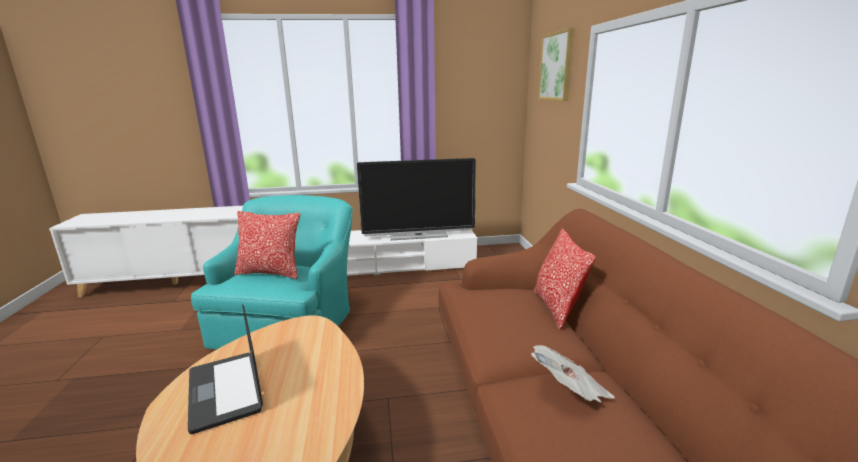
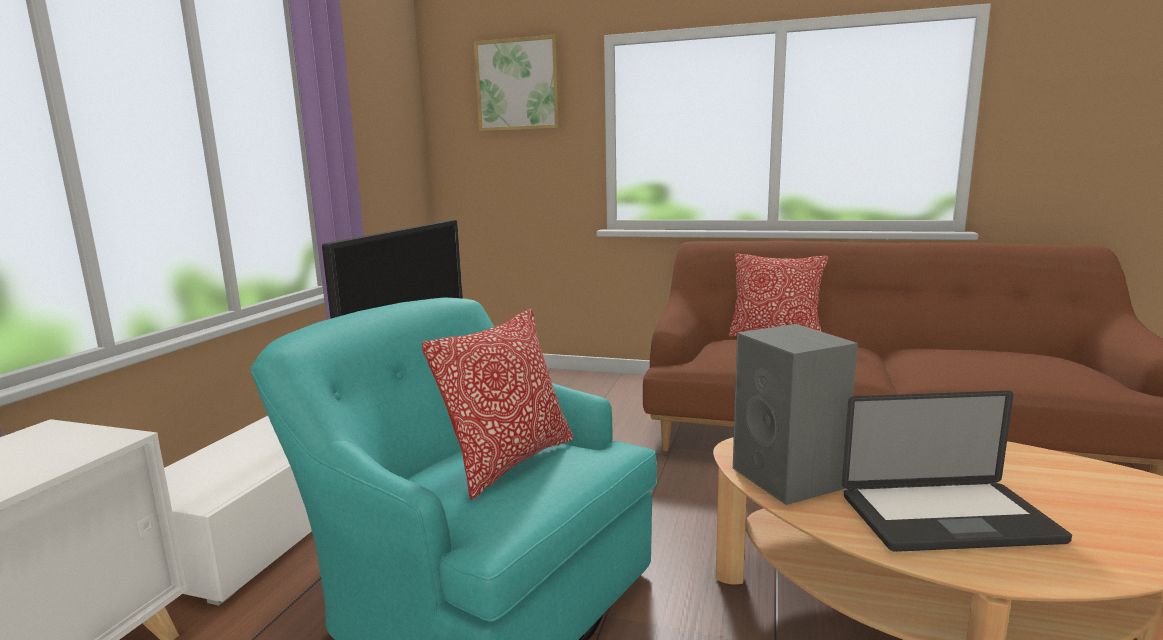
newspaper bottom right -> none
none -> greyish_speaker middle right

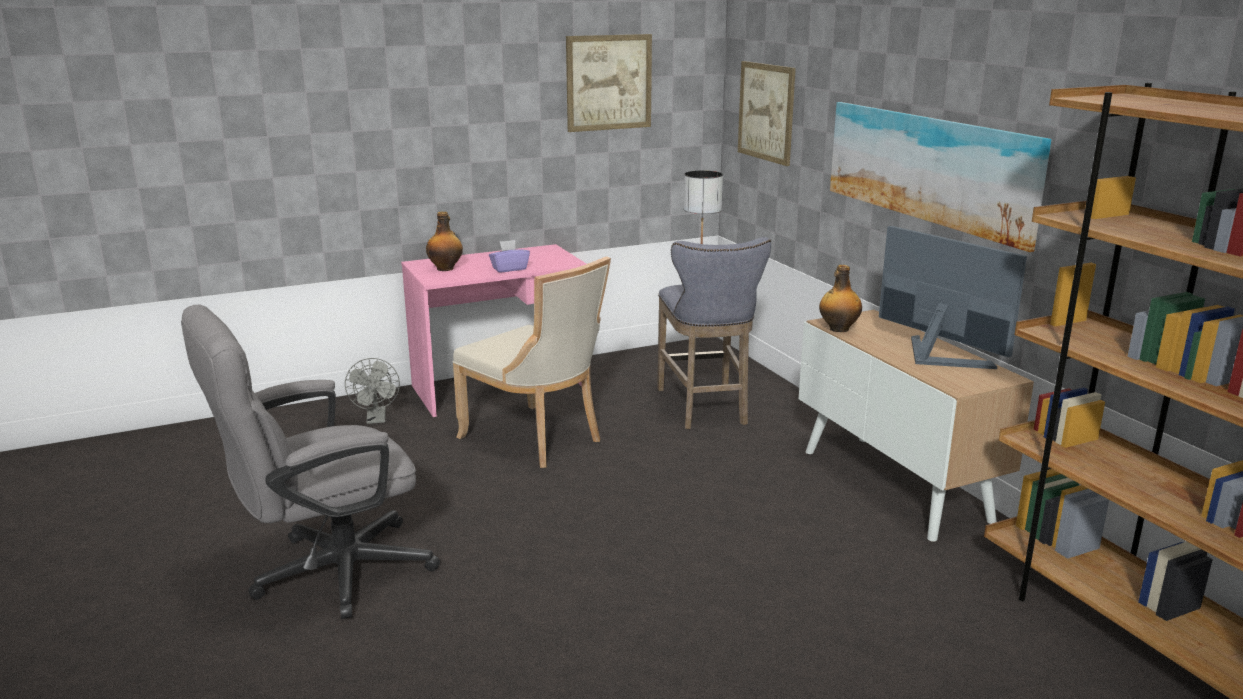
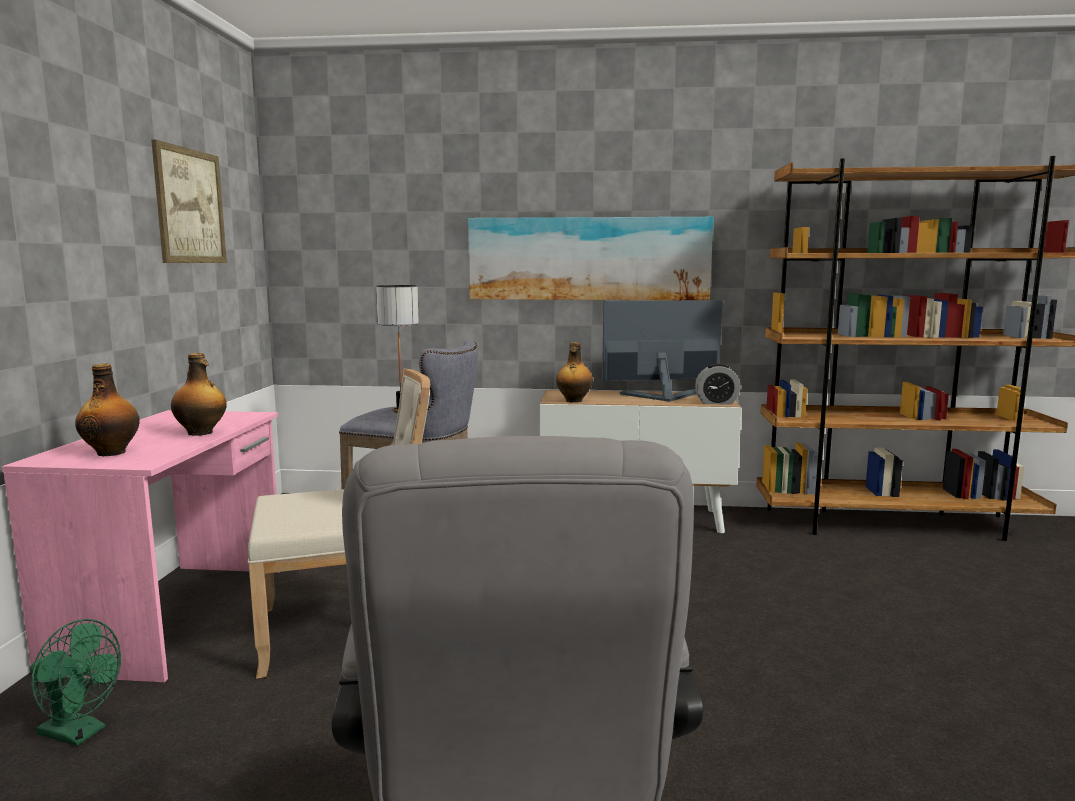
greyish_fan middle left -> greenish_fan bottom left
purple_tissue_holder centre -> bottle (2nd from left) middle left
wall_picture (2nd from left) top centre -> none
none -> alarm_clock middle right

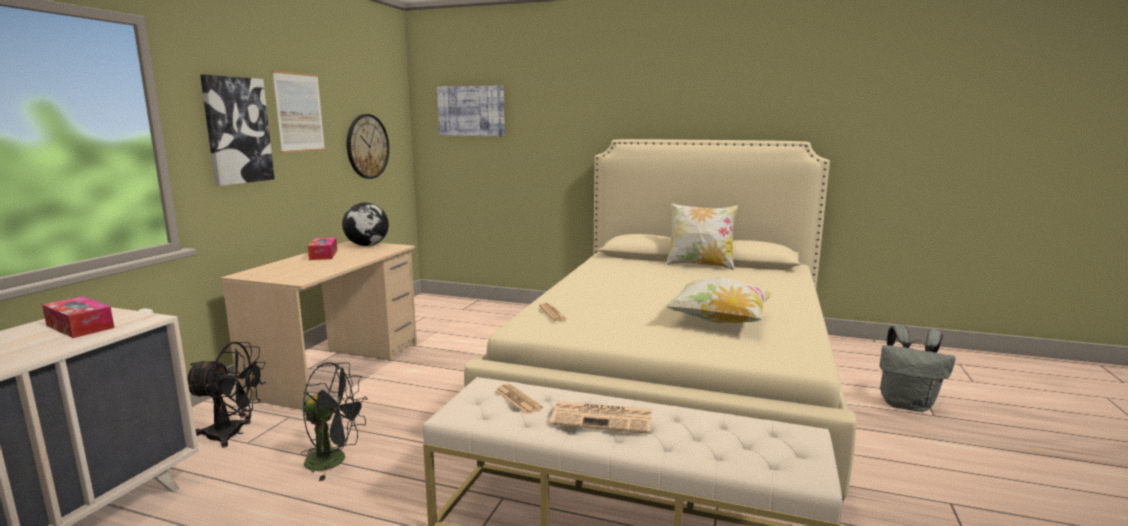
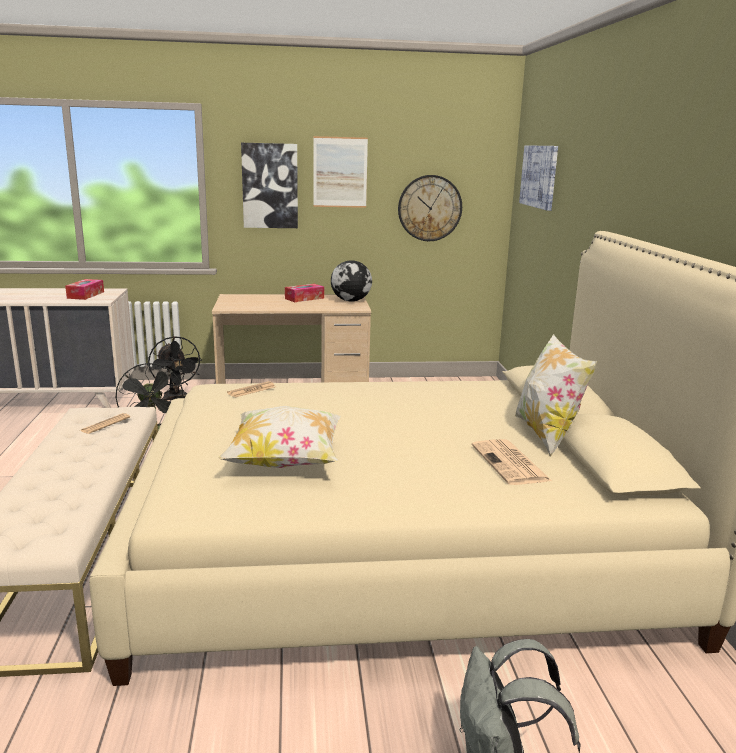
newspaper (3rd from left) bottom centre -> newspaper (3rd from left) middle right, move

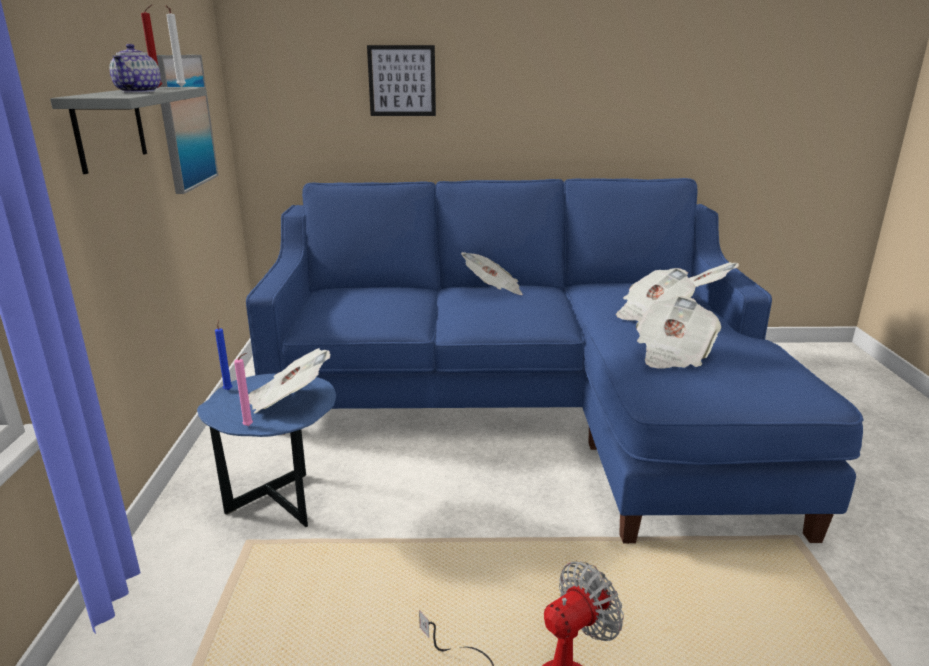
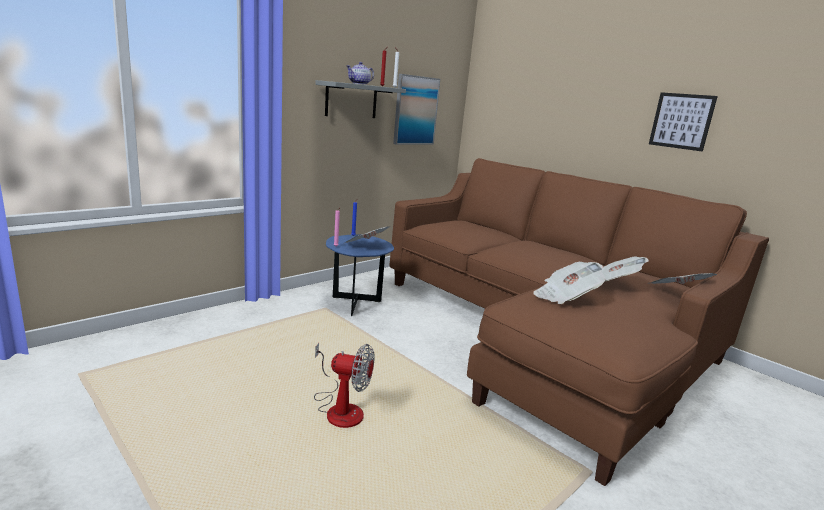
bluish_couch centre -> brown_couch middle right
wall_picture (2nd from left) top centre -> wall_picture (2nd from left) top right, move
newspaper (2nd from left) centre -> none

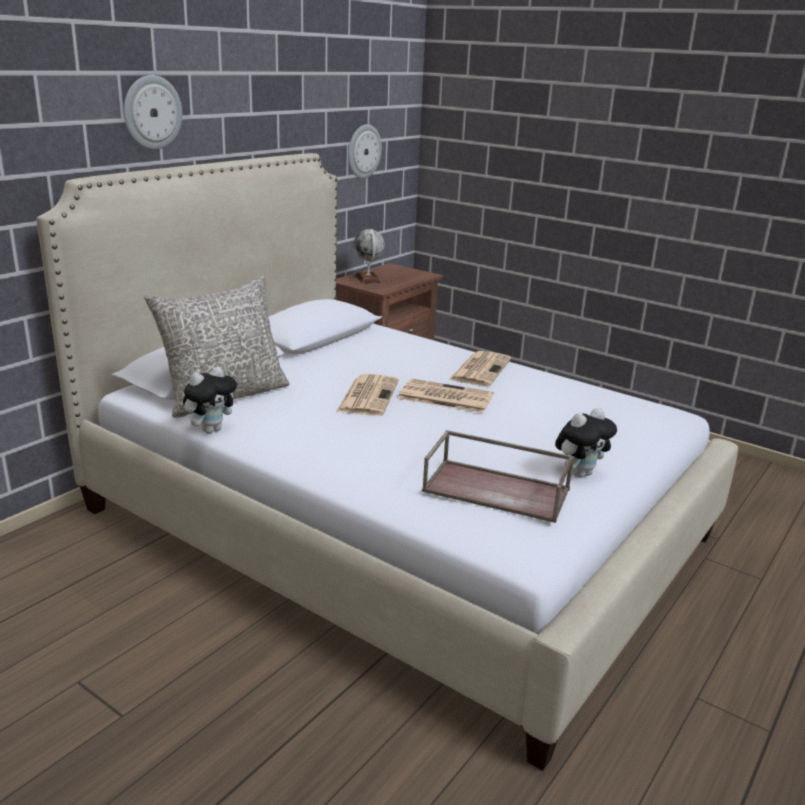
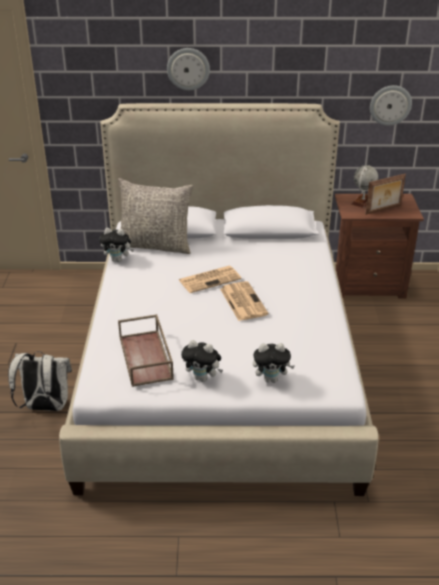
newspaper (3rd from left) centre -> none
none -> white_rucksack middle left
none -> cuddly_toy (3rd from left) centre
none -> picture_frame top right

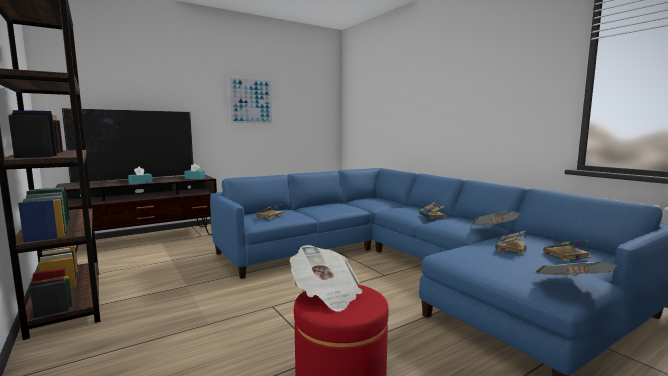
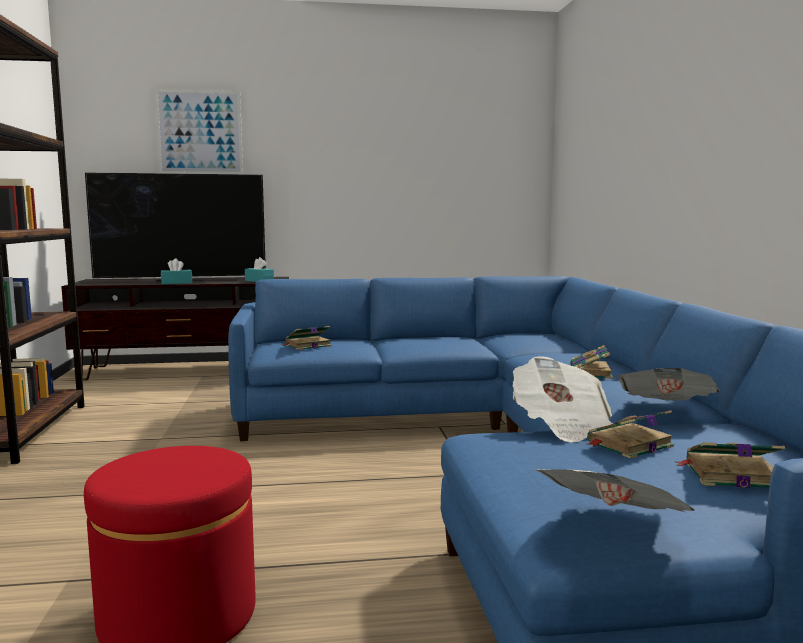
wall_picture top centre -> wall_picture top left, move
newspaper (1st from left) bottom centre -> newspaper (1st from left) middle right, move

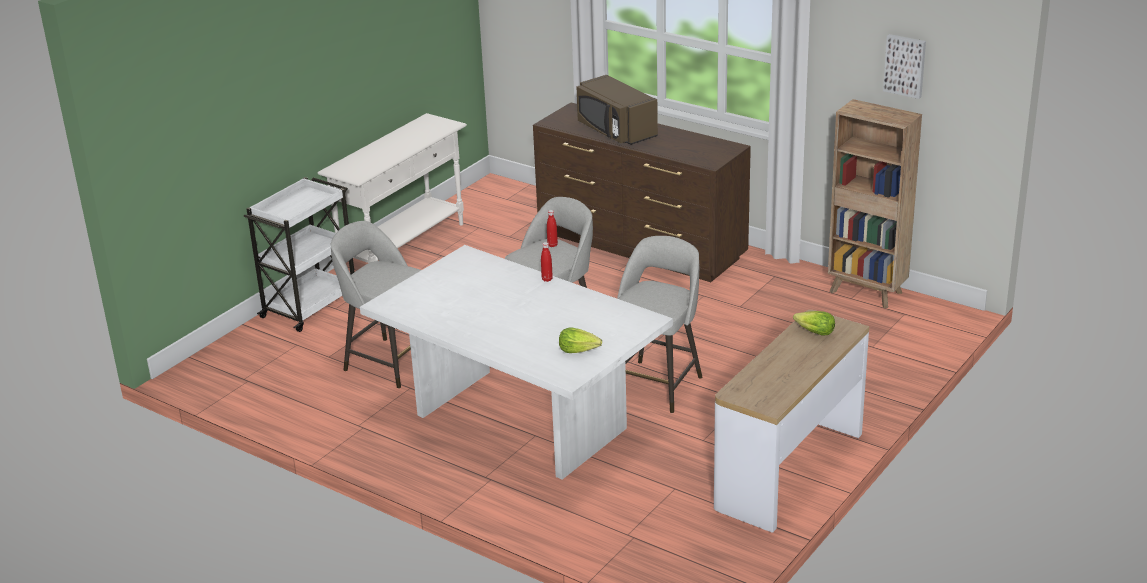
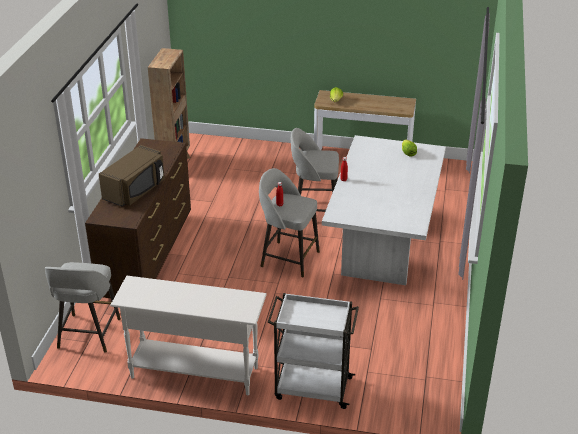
greyish_sitting_stool (1st from left) middle left -> greyish_sitting_stool (1st from left) bottom left, move
wall_picture top right -> none

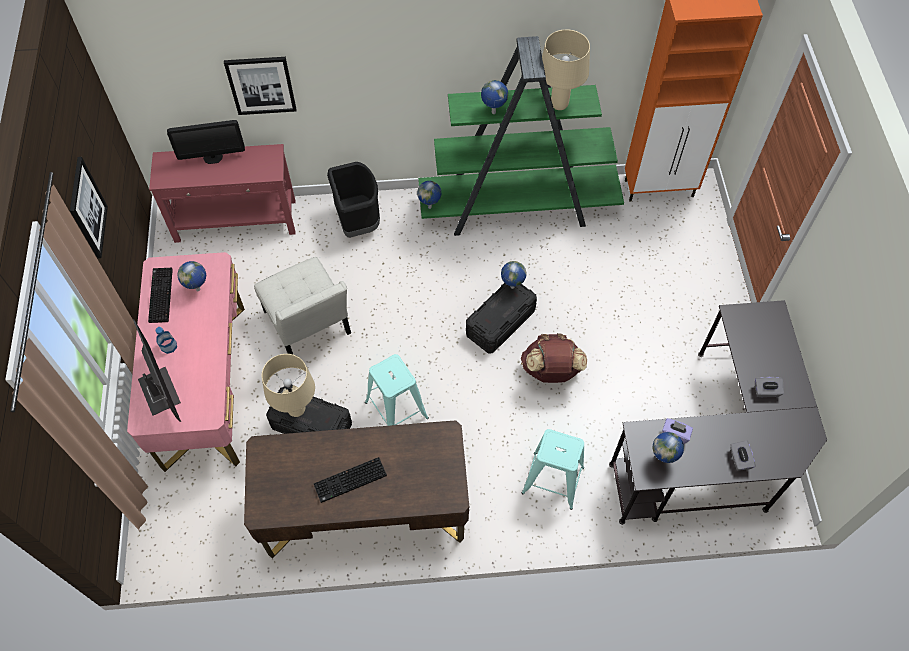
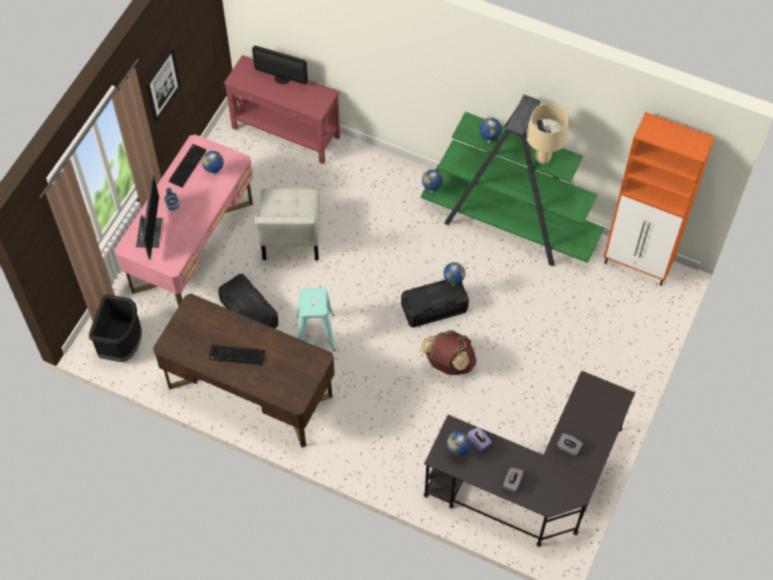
wall_picture (2nd from left) top left -> none
sand-coloured_lamp_for_a_table (1st from left) middle left -> none
black_rubbish_bin top centre -> black_rubbish_bin middle left, move
turquoise_sitting_stool (2nd from left) bottom centre -> none

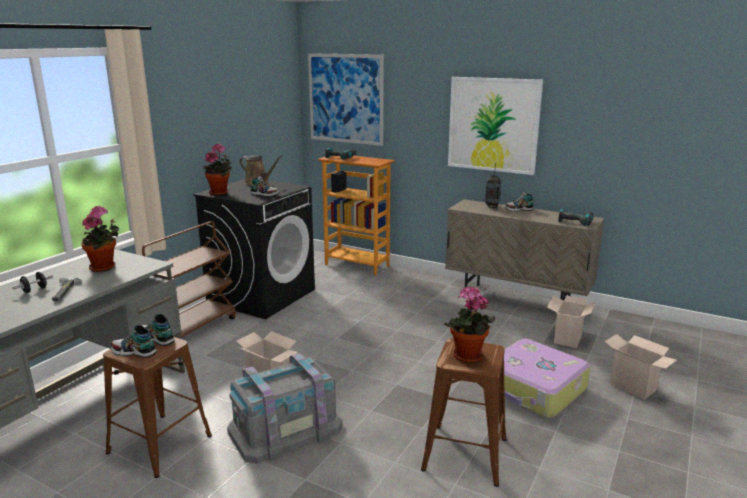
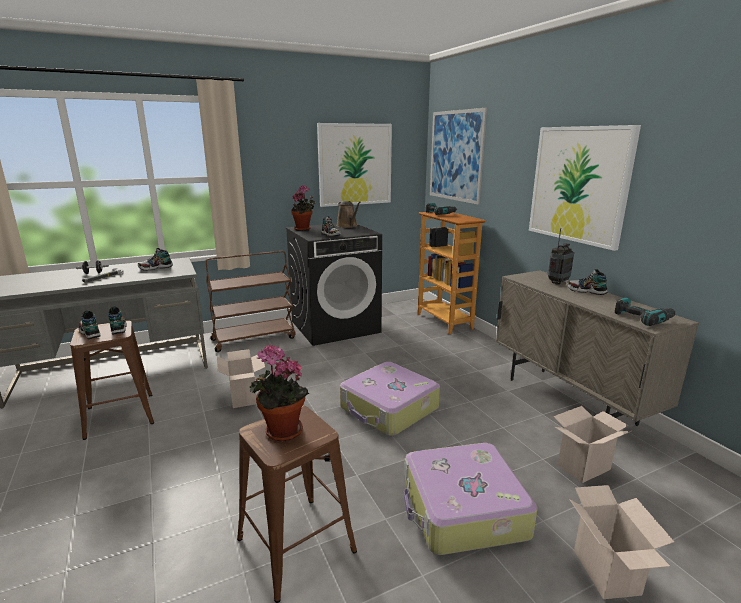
potted_plant (1st from left) middle left -> item_of_footwear (3rd from left) middle left
greyish_storage_box bottom centre -> none
none -> wall_picture (1st from left) top centre
none -> piece_of_luggage (1st from left) centre

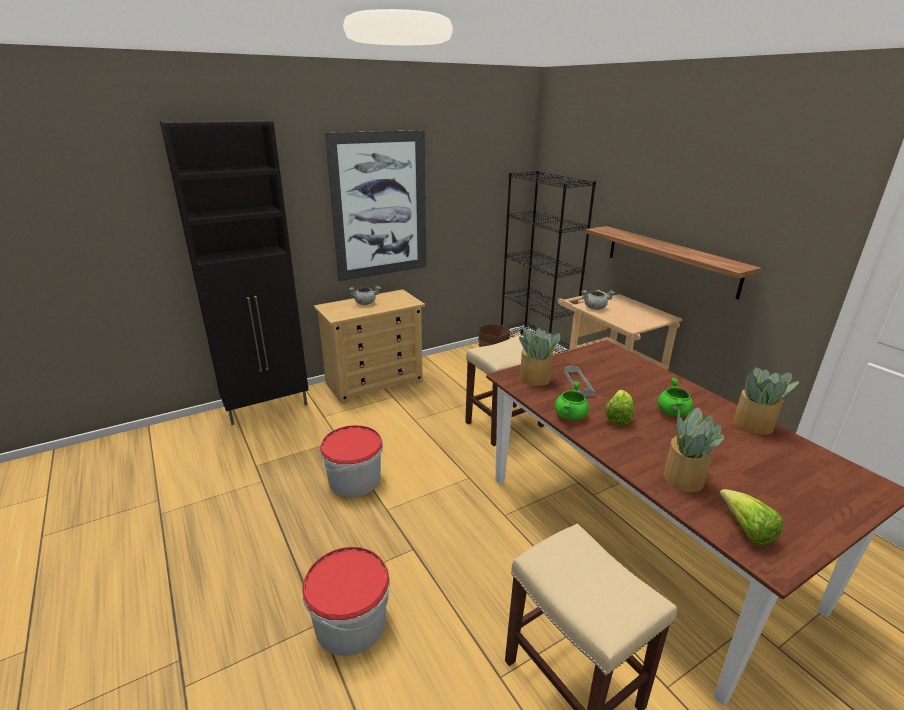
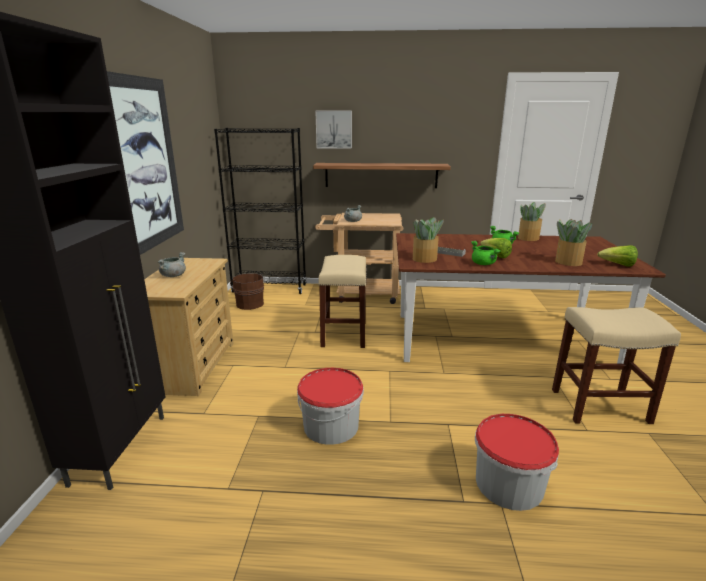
none -> wall_picture (2nd from left) top centre

